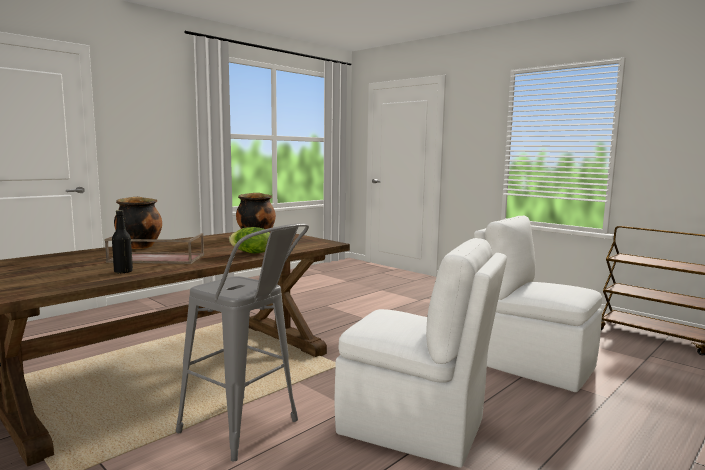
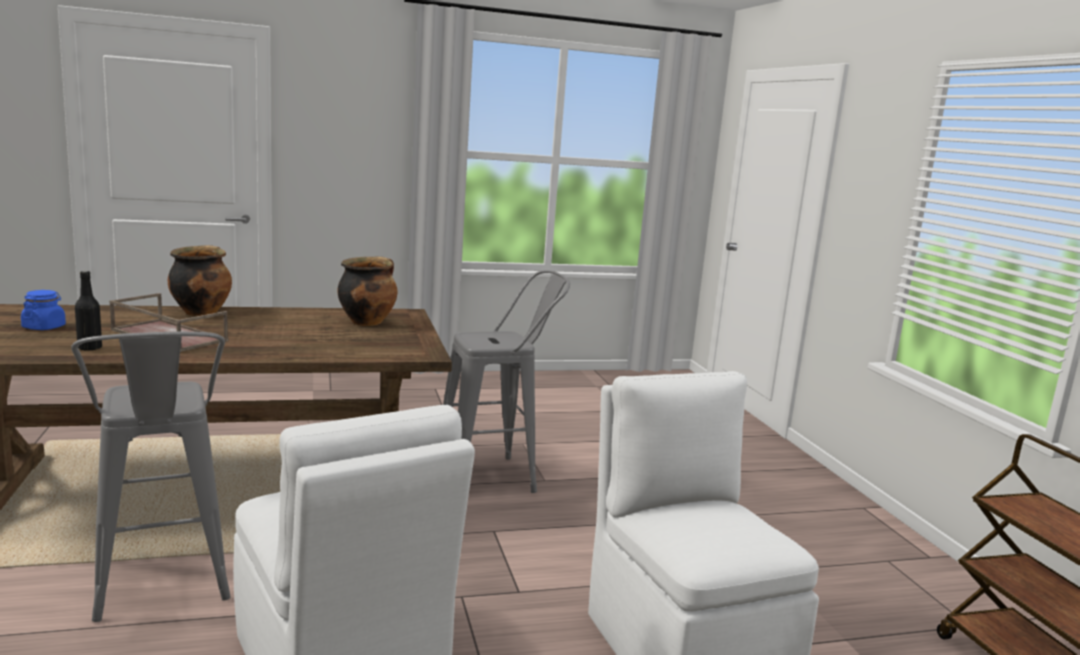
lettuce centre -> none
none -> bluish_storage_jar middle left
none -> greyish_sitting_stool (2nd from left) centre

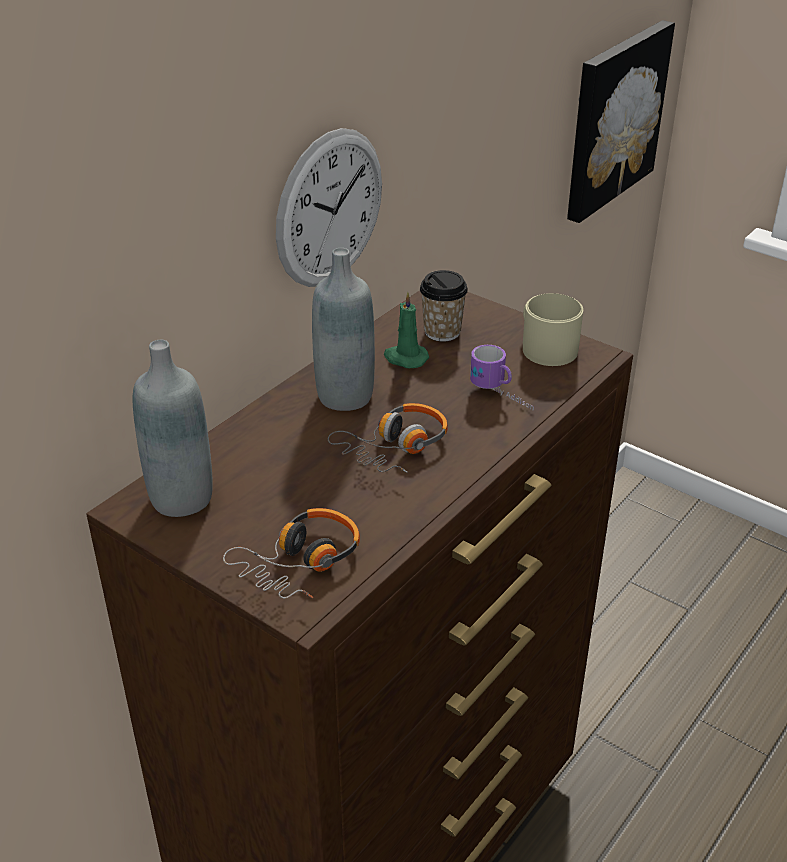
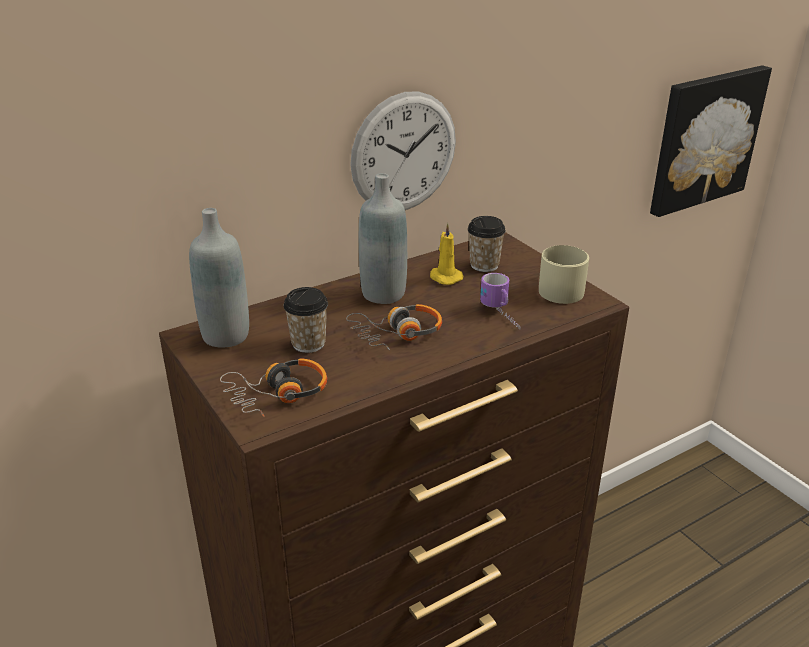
greenish_wax_light centre -> yellow_wax_light centre
none -> cup (1st from left) centre

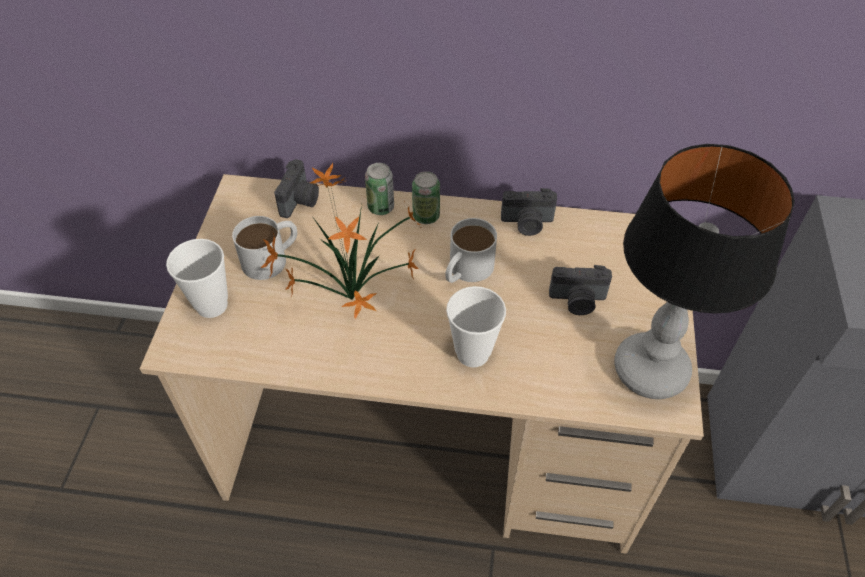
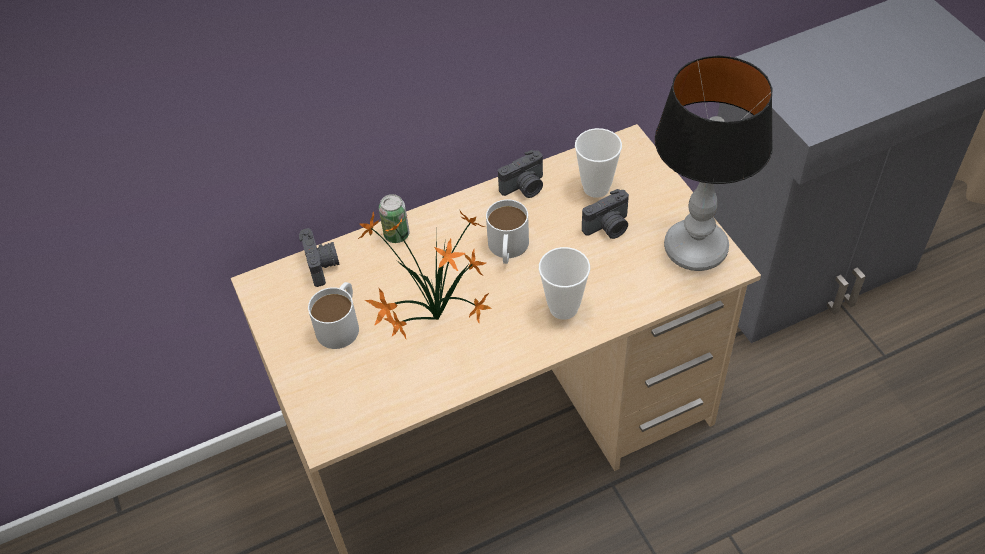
cup (1st from left in the first image) middle left -> cup (2nd from left) top centre, move
can (2nd from left) centre -> none

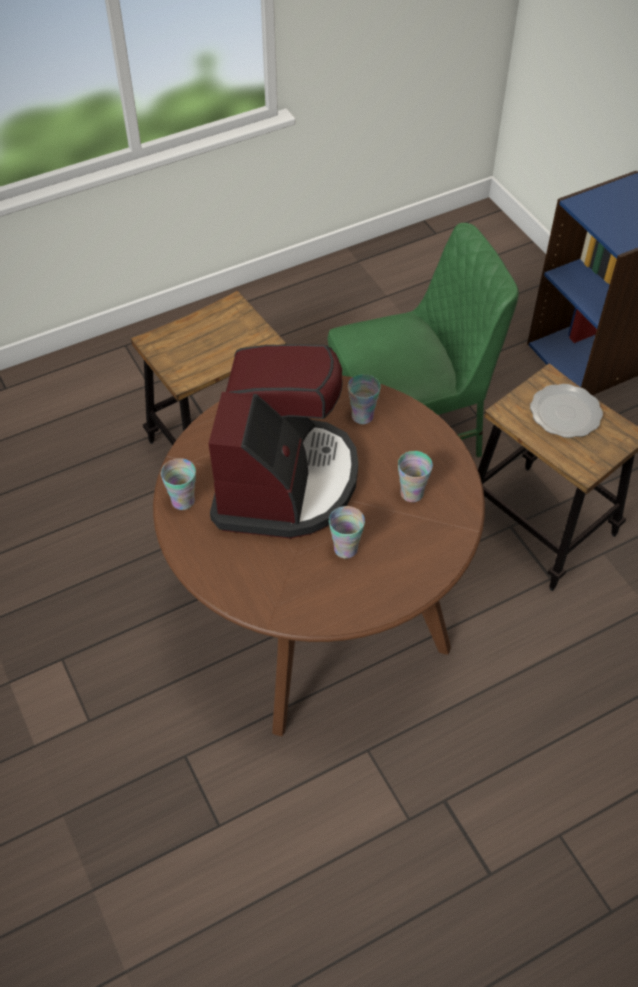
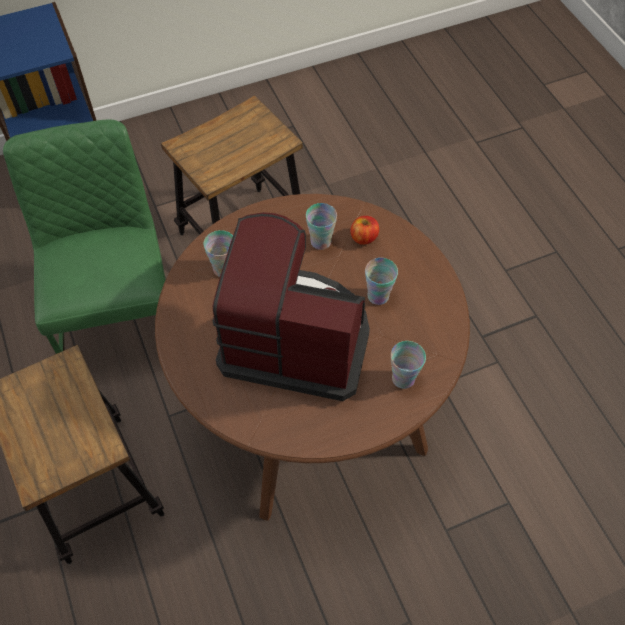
cup (1st from left in the first image) middle left -> cup (4th from left) centre, move
plate middle right -> none
none -> apple_fruit centre

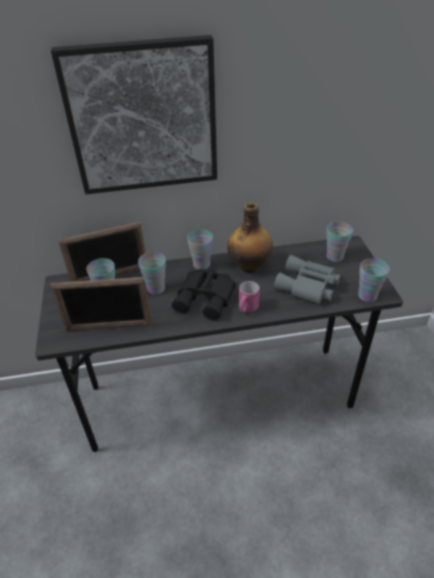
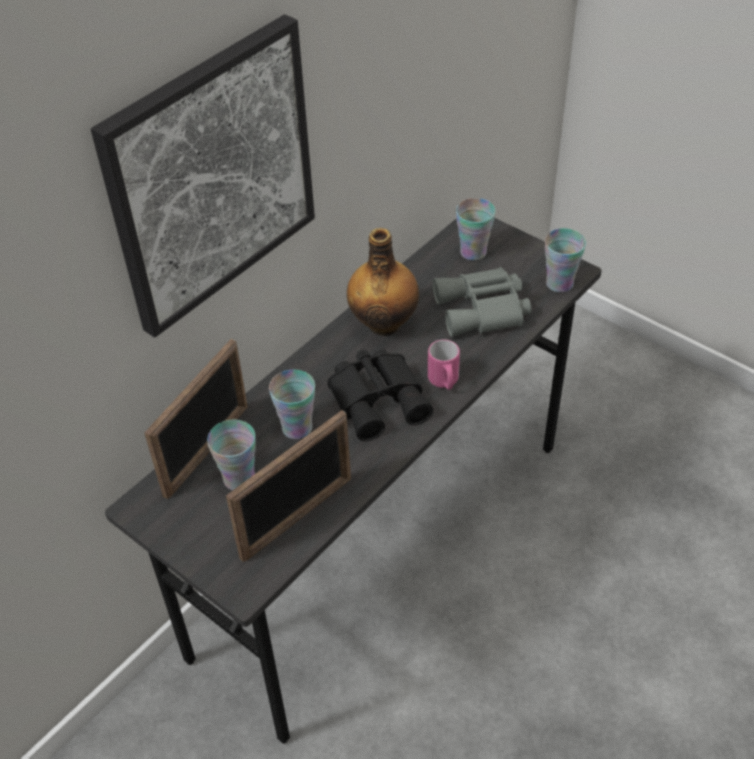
cup (3rd from left) centre -> none

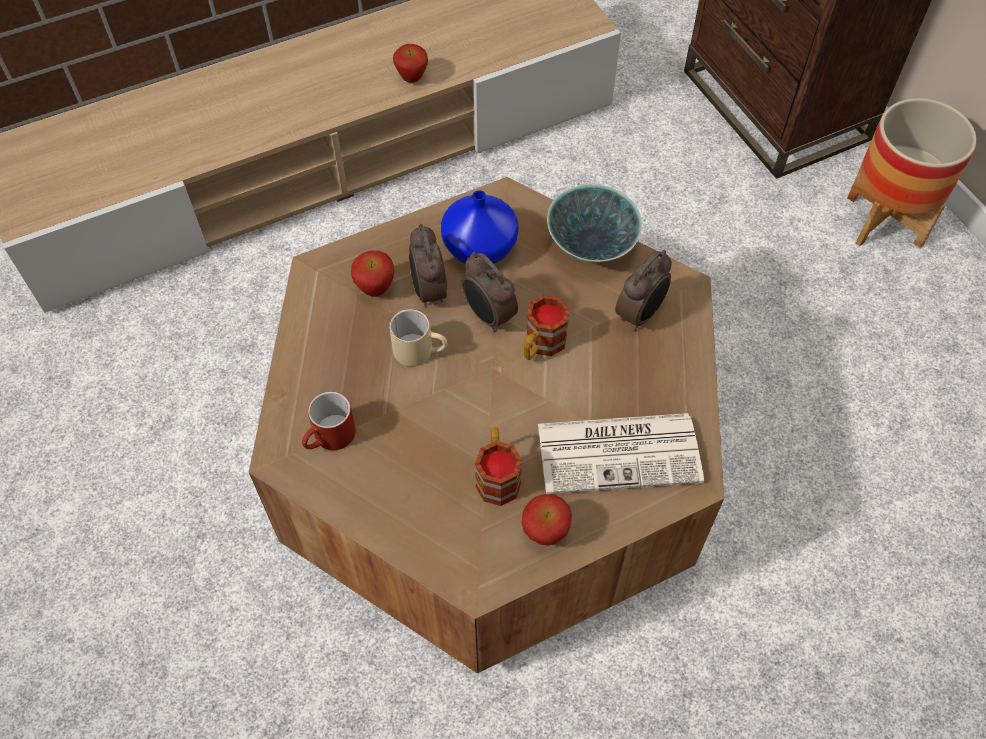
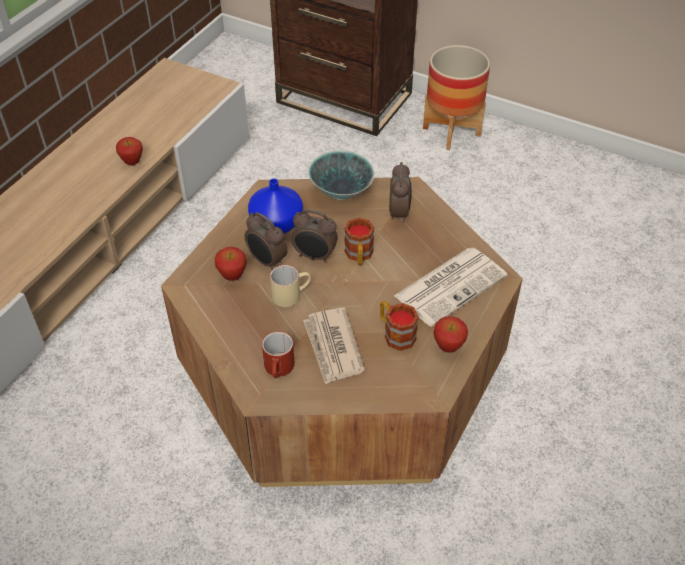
none -> newspaper (1st from left) centre

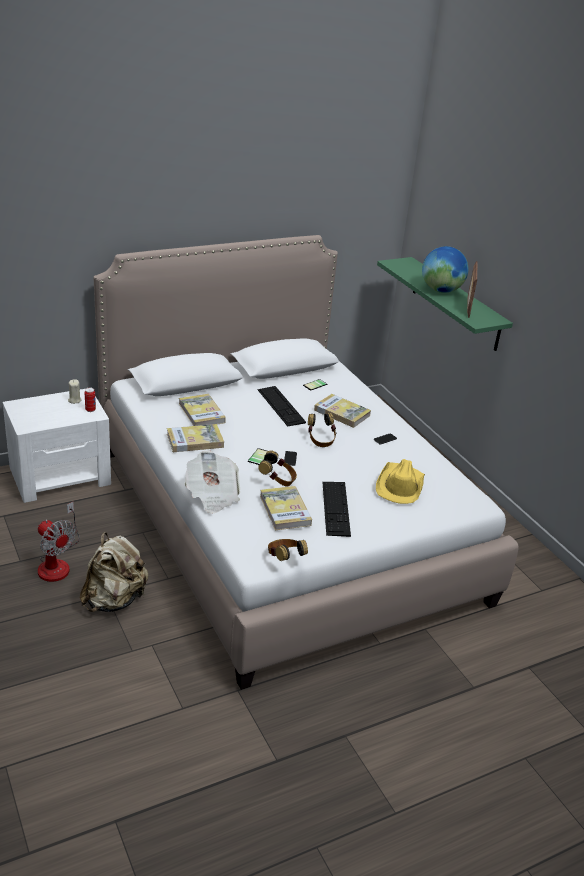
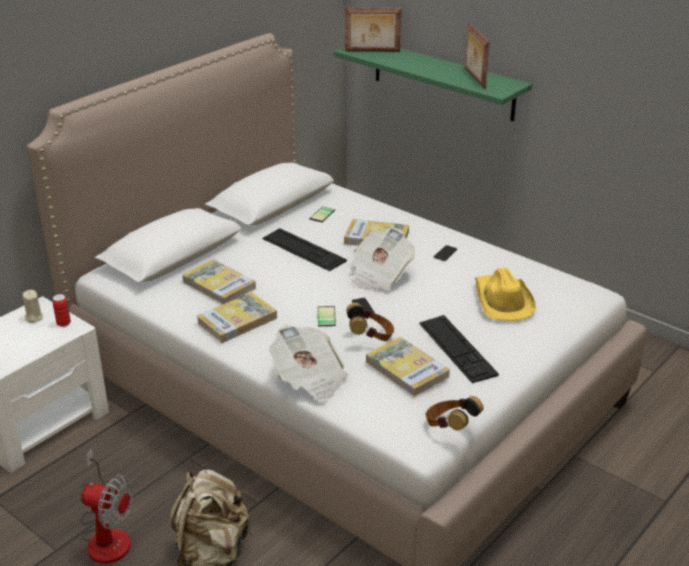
pair_of_headphones (3rd from left) centre -> newspaper (2nd from left) centre
globe top right -> none
none -> picture_frame (1st from left) top centre

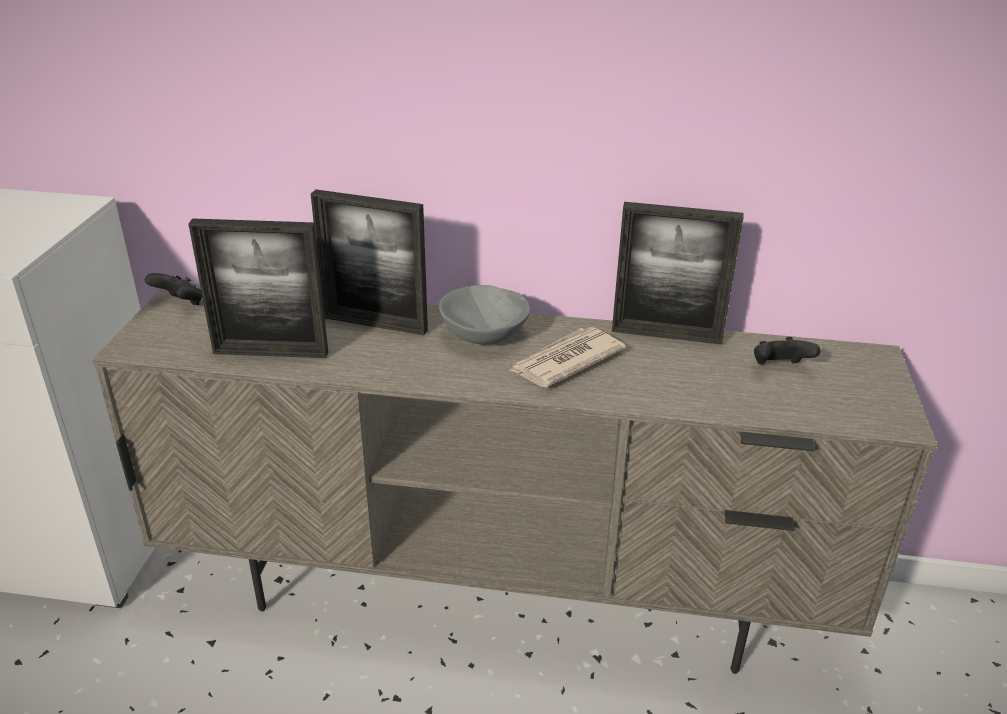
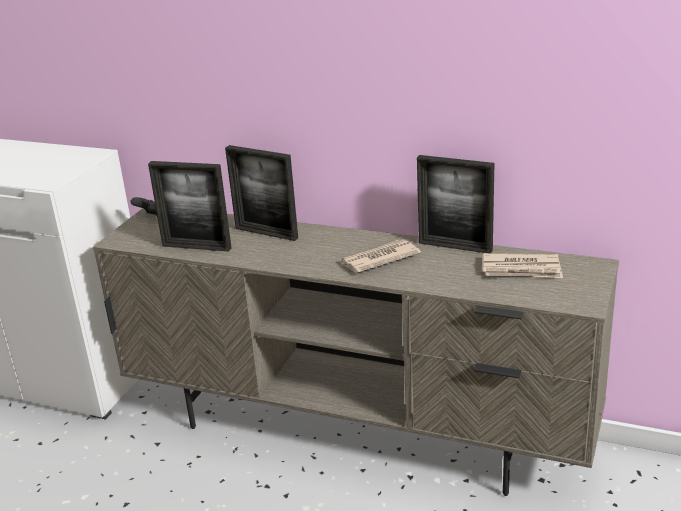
greyish_serving_bowl centre -> none
black_game_controller (2nd from left) middle right -> newspaper (2nd from left) middle right

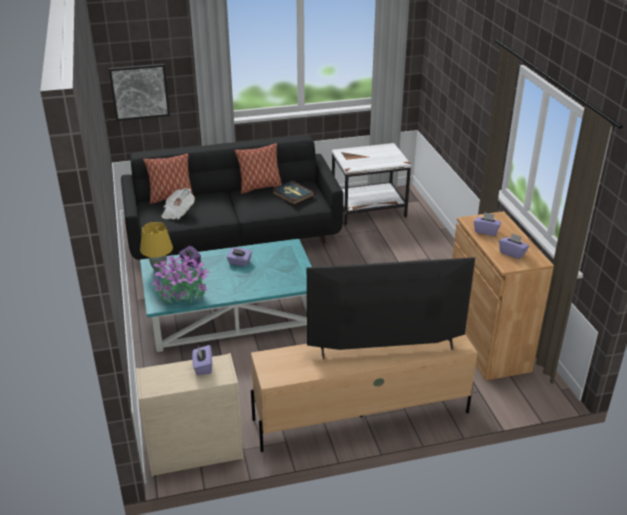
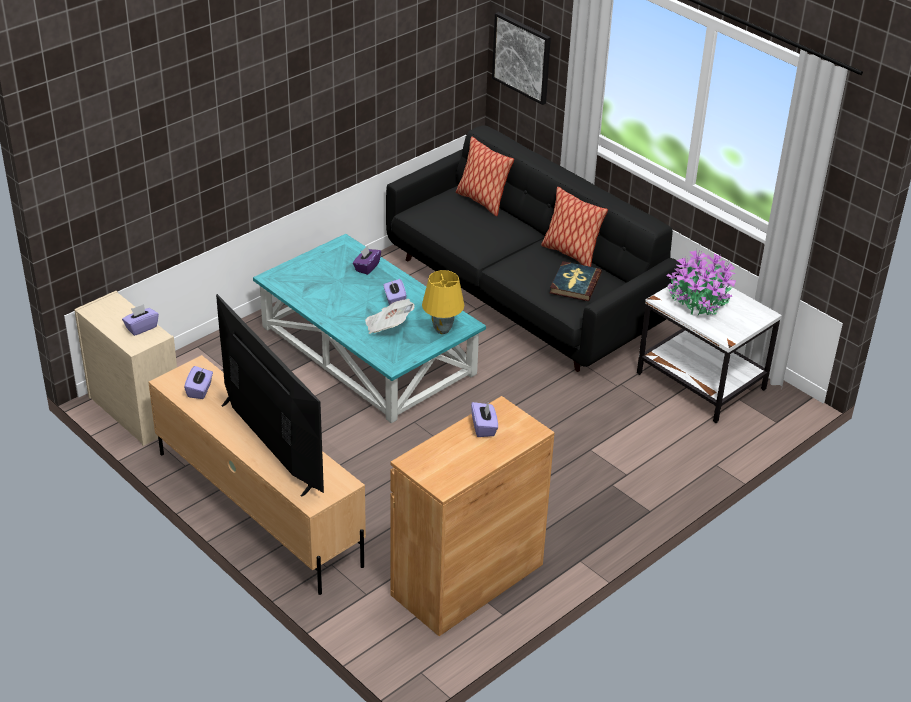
yellow_lamp_for_a_table middle left -> yellow_lamp_for_a_table centre, move
potted_plant middle left -> potted_plant middle right, move
newspaper middle left -> newspaper centre, move
purple_tissue_holder (5th from left in the first image) middle right -> purple_tissue_holder (2nd from left) middle left, move

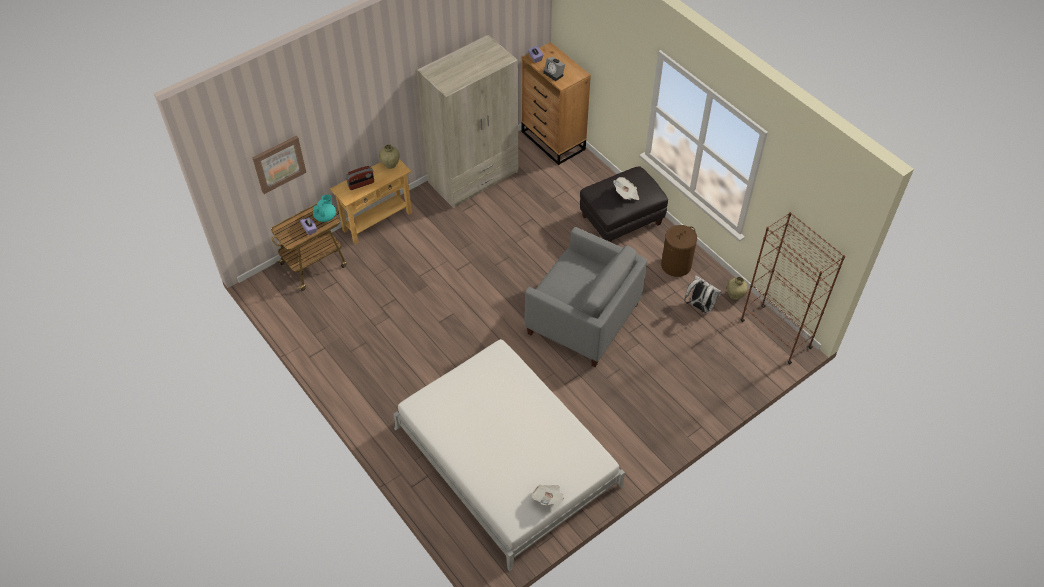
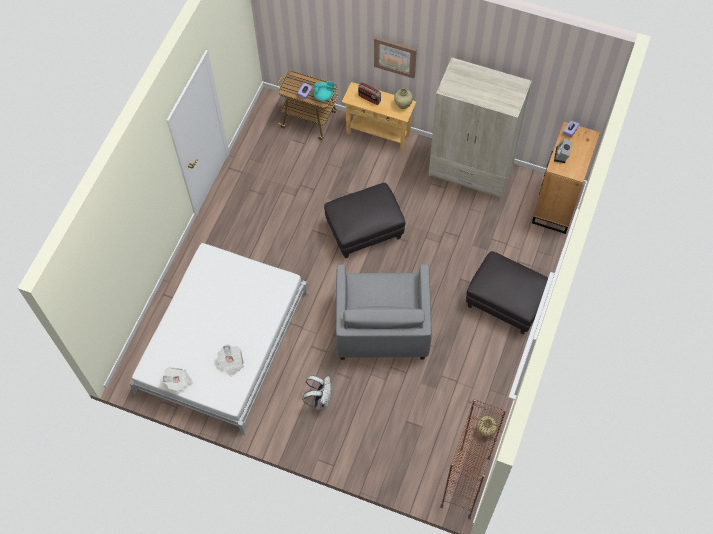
wall_picture top left -> wall_picture top centre, move
newspaper (2nd from left) top centre -> newspaper (2nd from left) bottom left, move
brown_washing_basket centre -> none
white_rucksack middle right -> white_rucksack bottom centre, move
none -> black_pouffe (1st from left) centre

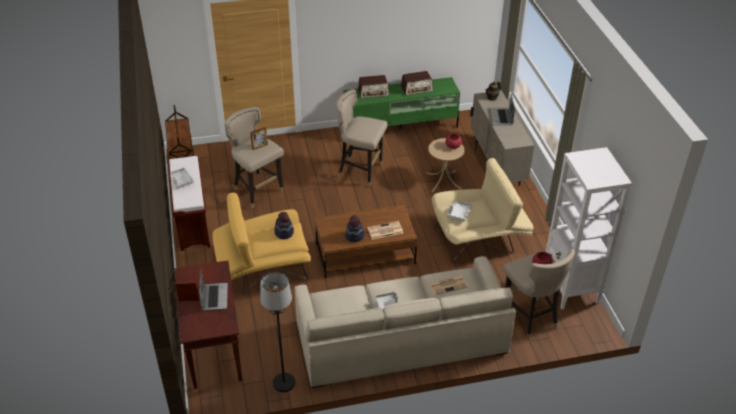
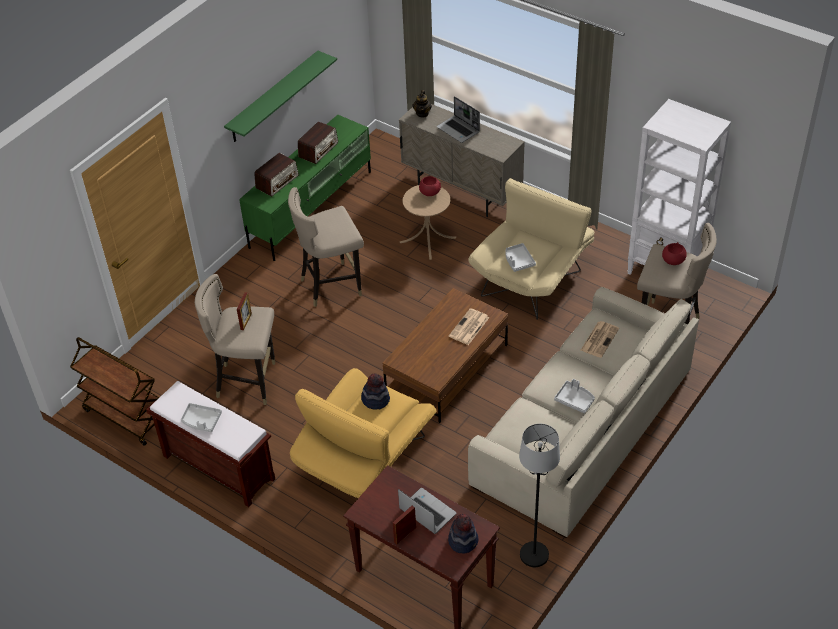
hat (2nd from left) centre -> hat (2nd from left) bottom centre, move
none -> greenish_bracket_shelf top centre

